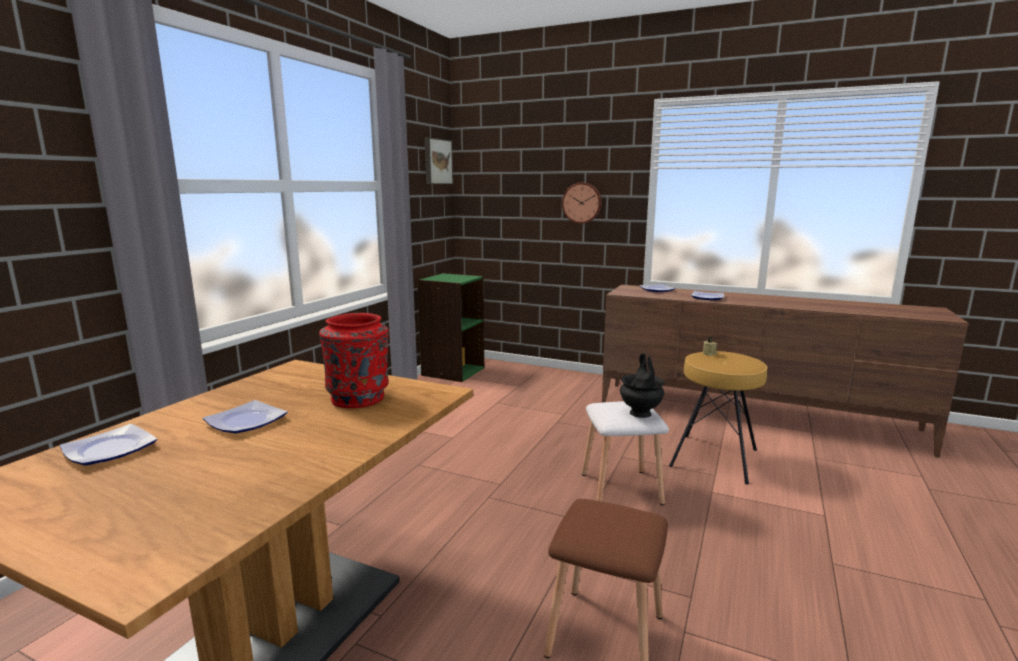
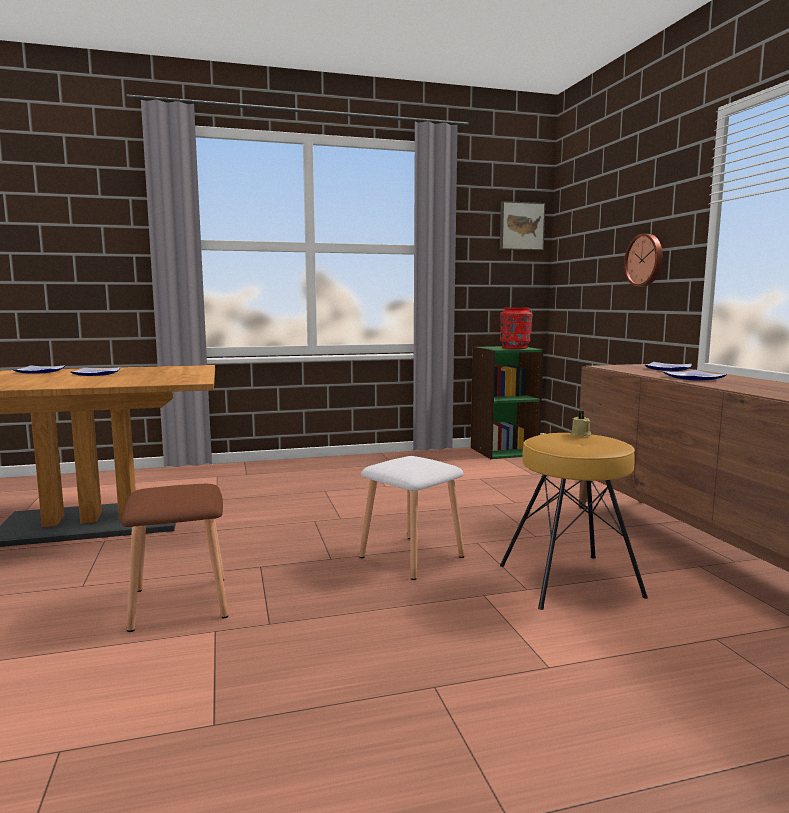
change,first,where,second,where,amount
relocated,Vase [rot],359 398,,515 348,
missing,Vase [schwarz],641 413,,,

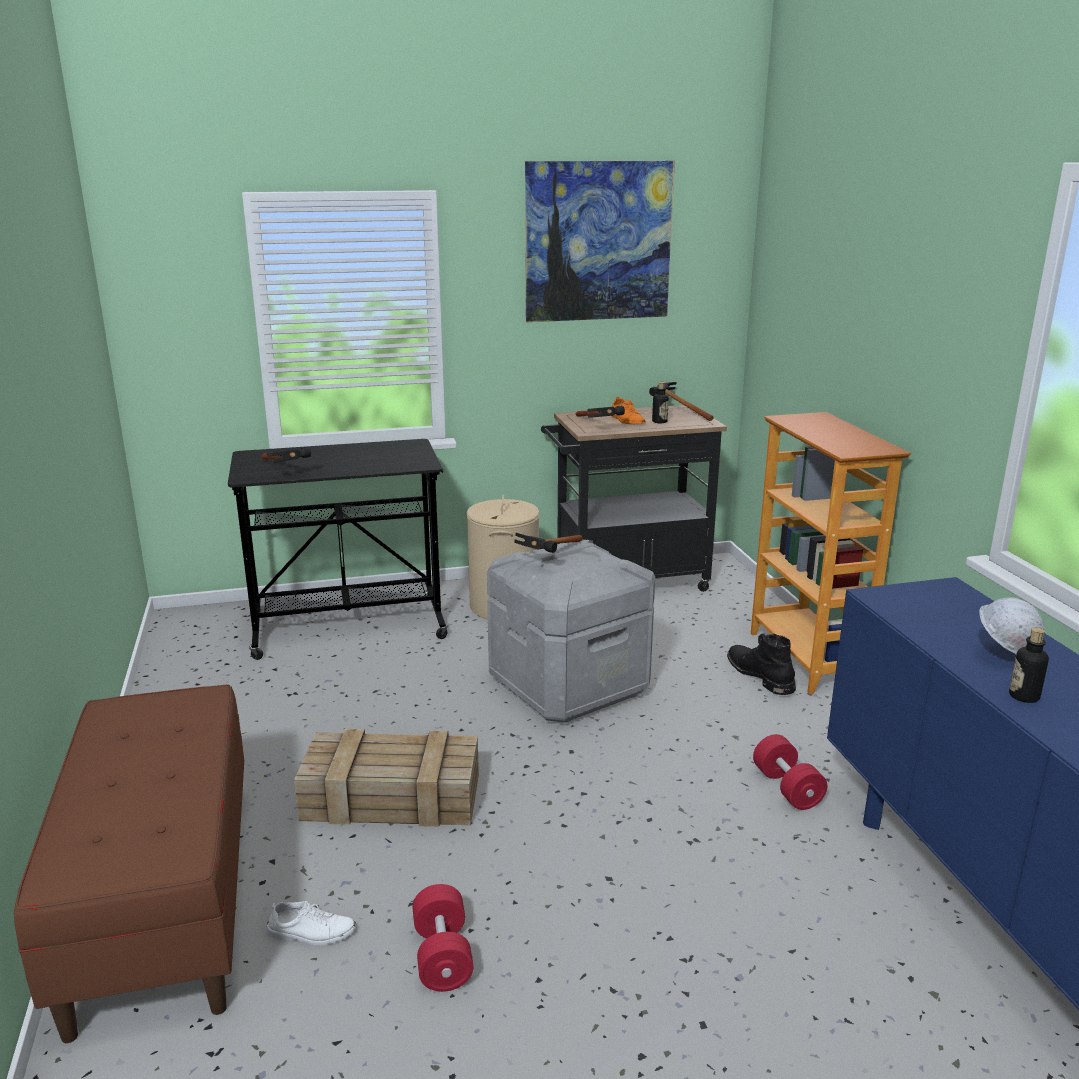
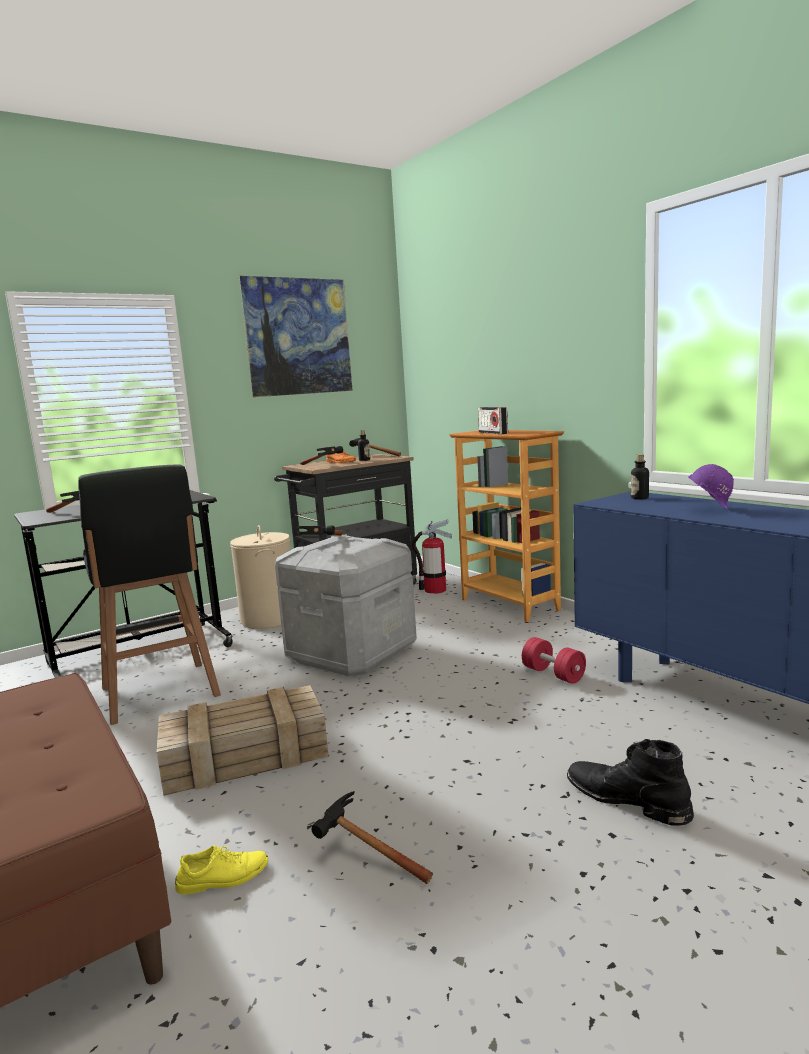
change,first,where,second,where,amount
appeared,,,Hocker [schwarz],160 693,
colour,Schuh [weiß],311 932,Schuh [gelb],223 878,
exchanged,Hantel [rot],442 956,Hammer,363 856,
appeared,,,Feuerlöscher,435 590,
appeared,,,Radio,493 433,
relocated,Stiefel [schwarz],760 675,,626 799,
relocated,Flasche,1024 696,,639 498,
colour,Schutzhelm [weiß],1003 656,Schutzhelm [lila],708 510,

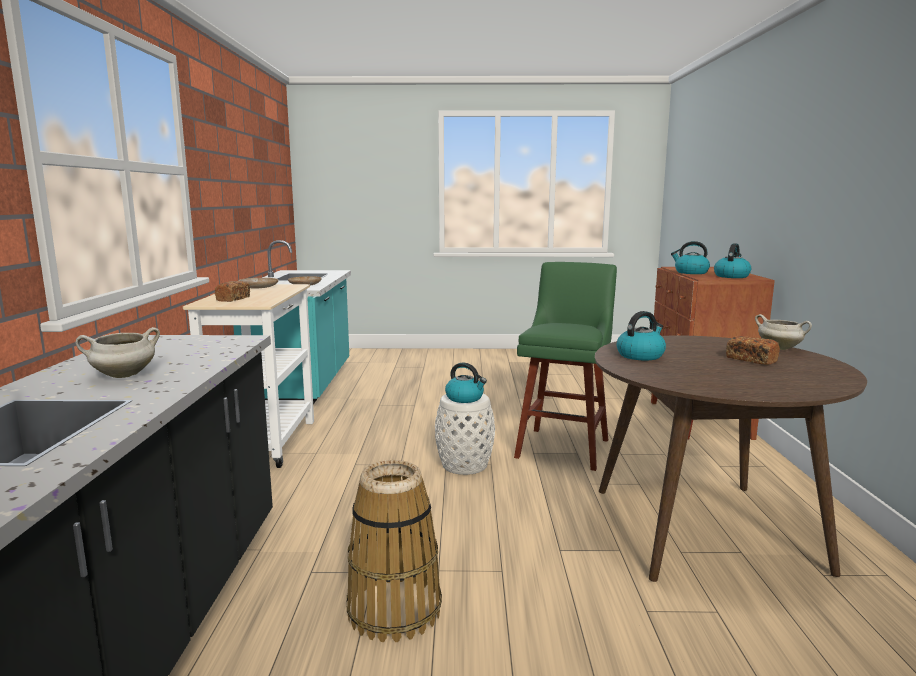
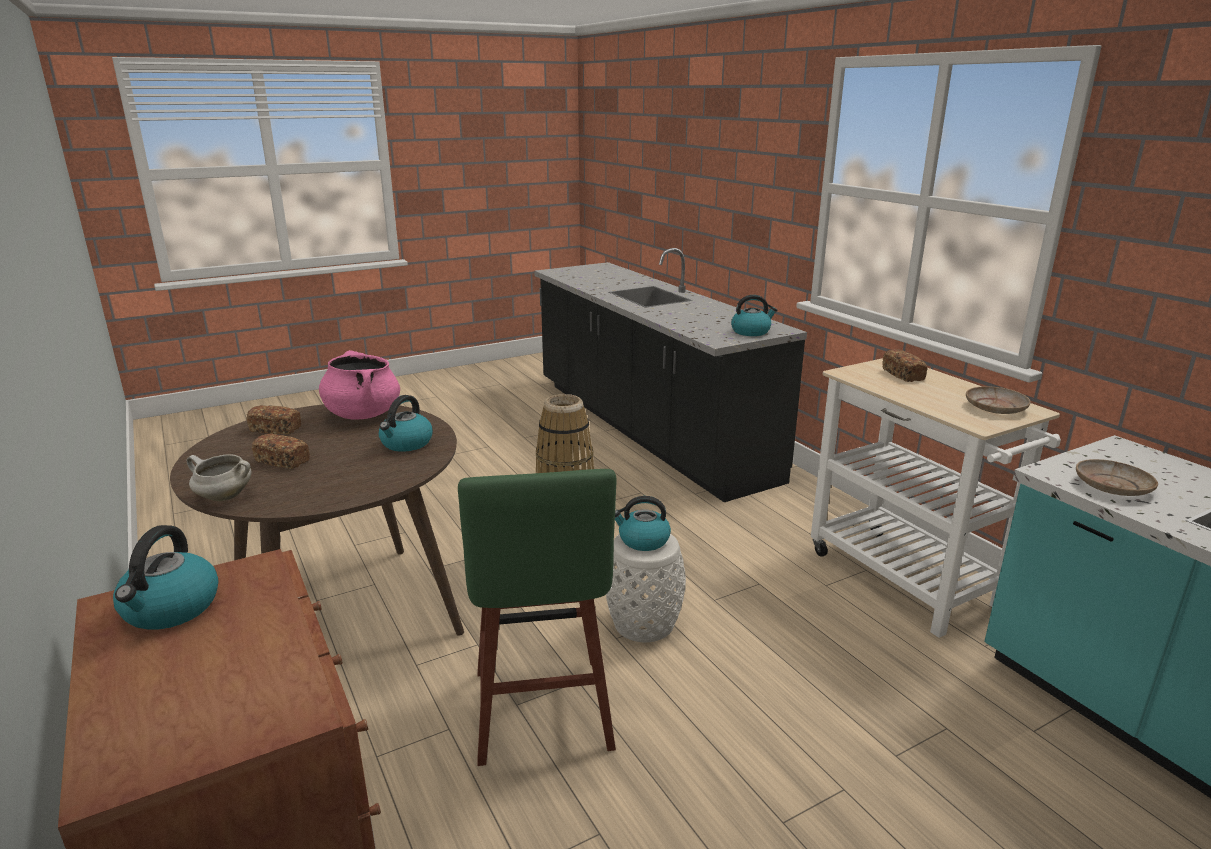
change,first,where,second,where,amount
appeared,,,Brot,276 429,
appeared,,,Kochtopf [rosa],362 414,
relocated,Wasserkessel,690 272,,751 331,
missing,Kochtopf [weiß],123 376,,,

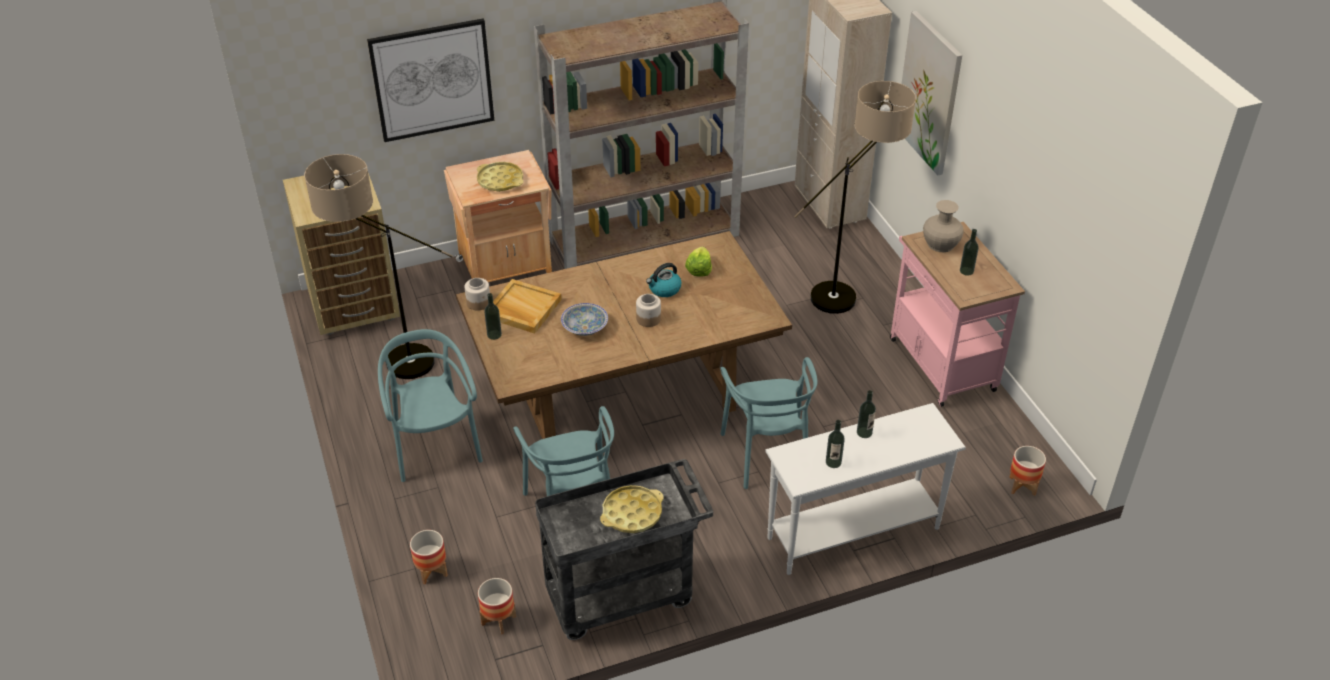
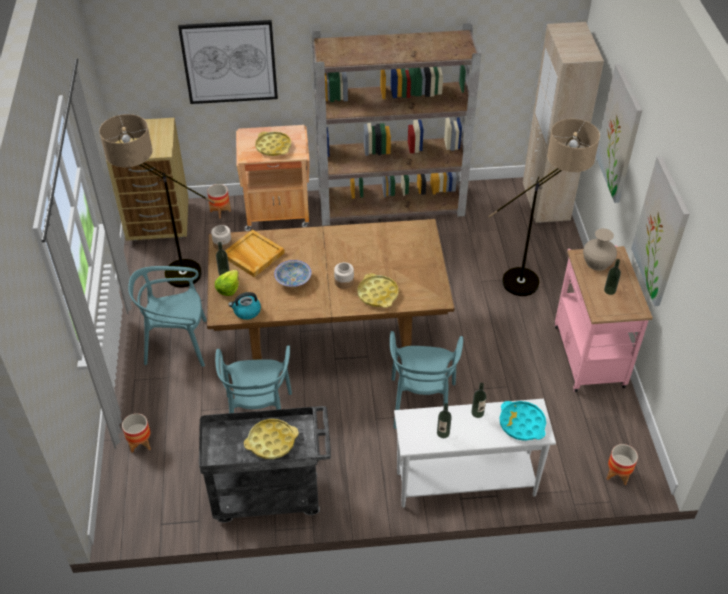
change,first,where,second,where,amount
spun,Stuhl [türkis],434 446,,177 344,90 degrees counterclockwise
relocated,Pflanzkübel,499 620,,220 211,
relocated,Salatkopf,698 269,,228 288,
relocated,Wasserkessel,664 289,,246 311,
appeared,,,Tablett [gelb],377 294,
appeared,,,Tablett [türkis],522 423,
appeared,,,Bild,660 232,

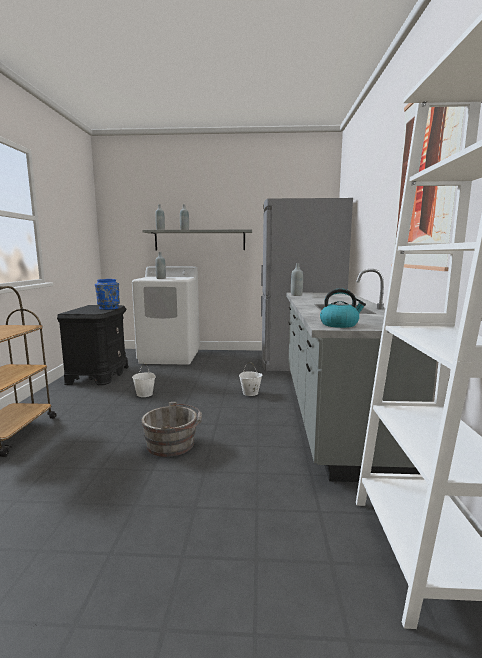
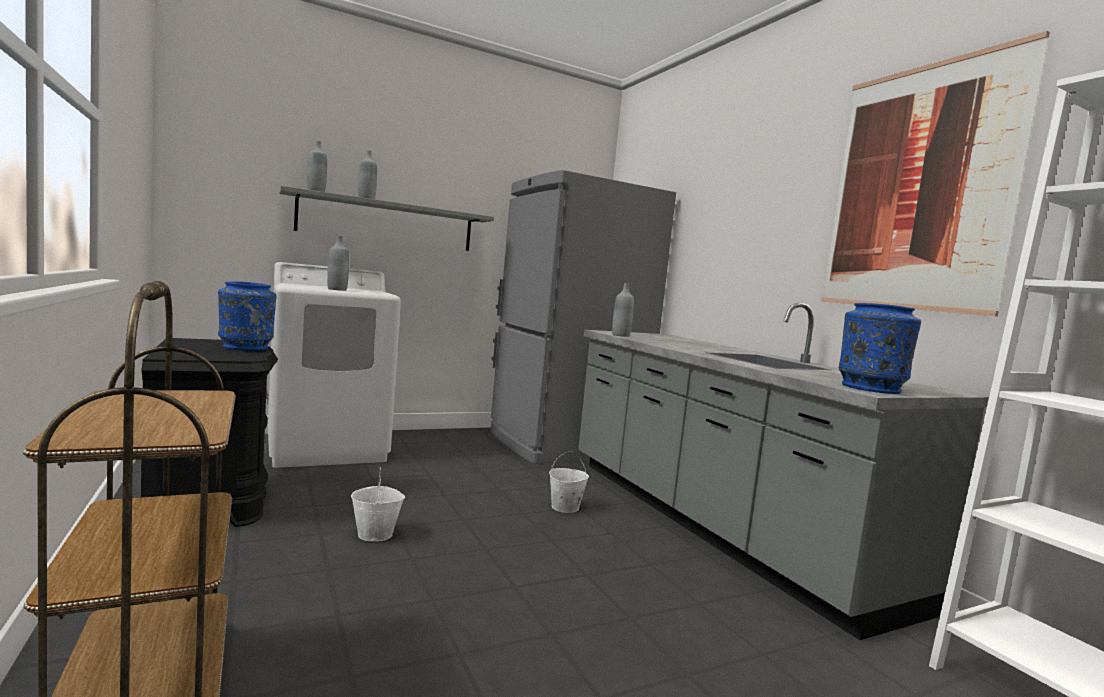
change,first,where,second,where,amount
exchanged,Wasserkessel,339 324,Vase [blau],870 388,
missing,Eimer [grau],173 444,,,

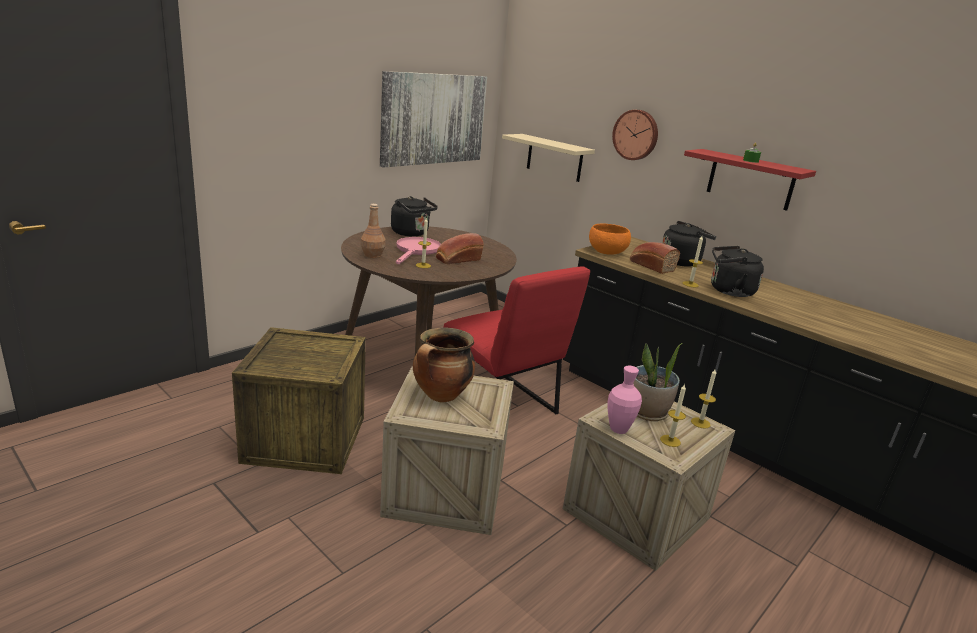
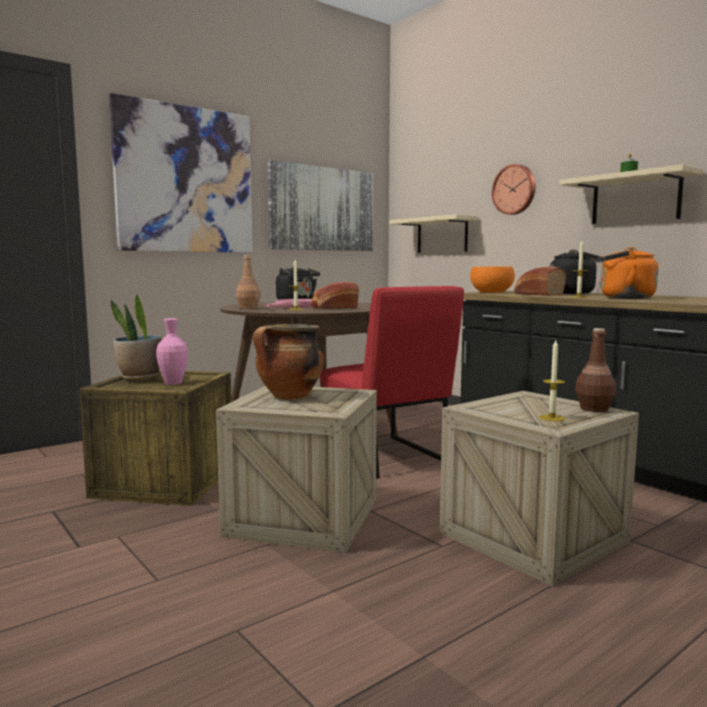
change,first,where,second,where,amount
appeared,,,Bild,185 180,
relocated,Topfpflanze,647 413,,140 378,
relocated,Vase [rosa],618 429,,173 383,
colour,Wandregal [rot],750 180,Wandregal [beige],635 199,
exchanged,Kerze,700 423,Flasche [braun],594 408,
colour,Wasserkessel [schwarz],728 291,Wasserkessel [orange],623 298,

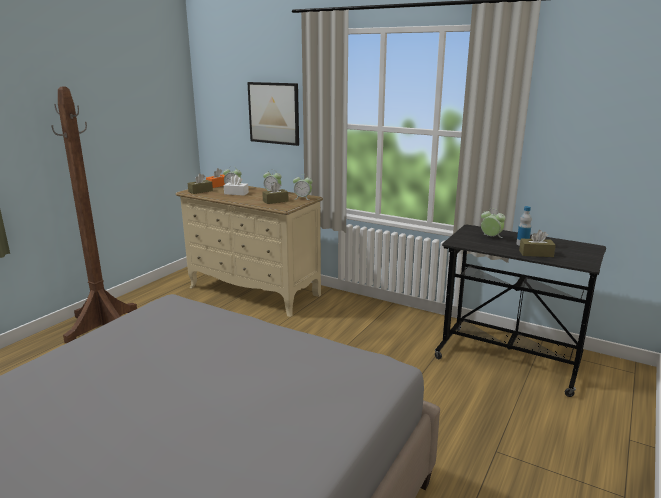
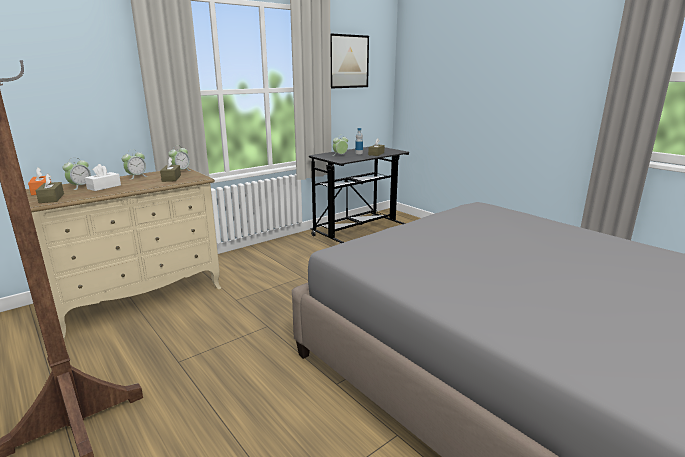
change,first,where,second,where,amount
relocated,Bild,274 113,,348 61,

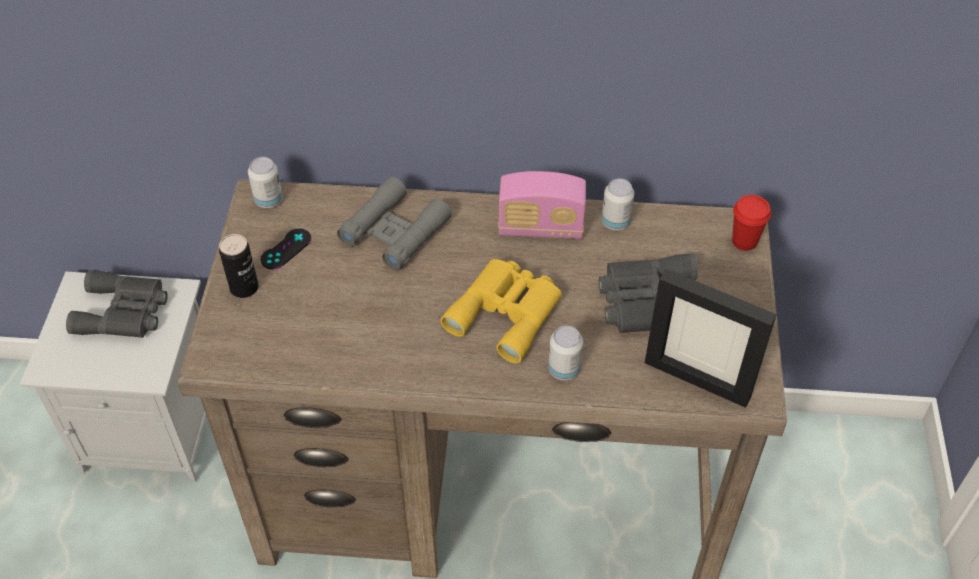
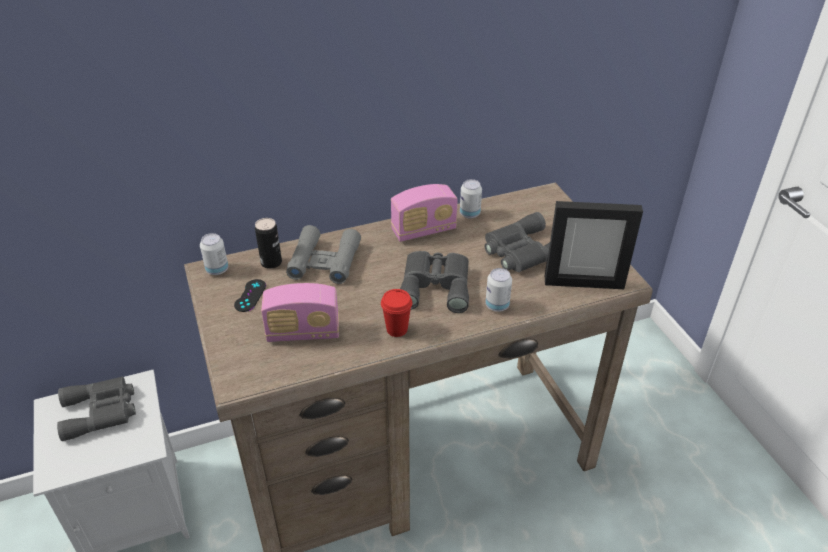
change,first,where,second,where,amount
relocated,Dose,244 288,,271 262,
appeared,,,Radio,303 332,
relocated,Tasse [rot],744 241,,397 329,
colour,Fernglas [gelb],507 312,Fernglas [grau],436 285,

